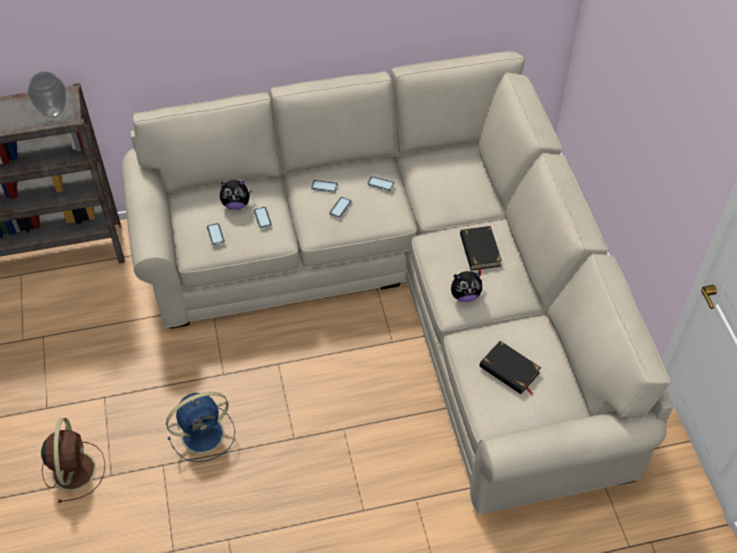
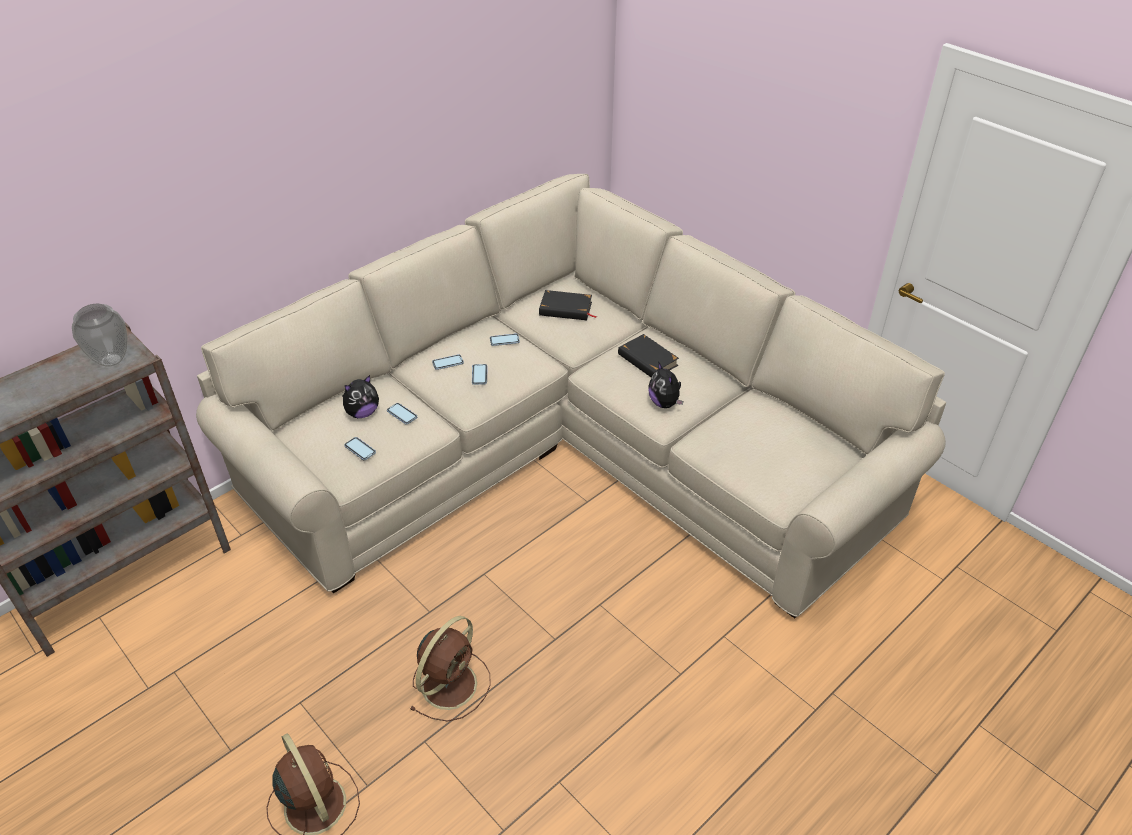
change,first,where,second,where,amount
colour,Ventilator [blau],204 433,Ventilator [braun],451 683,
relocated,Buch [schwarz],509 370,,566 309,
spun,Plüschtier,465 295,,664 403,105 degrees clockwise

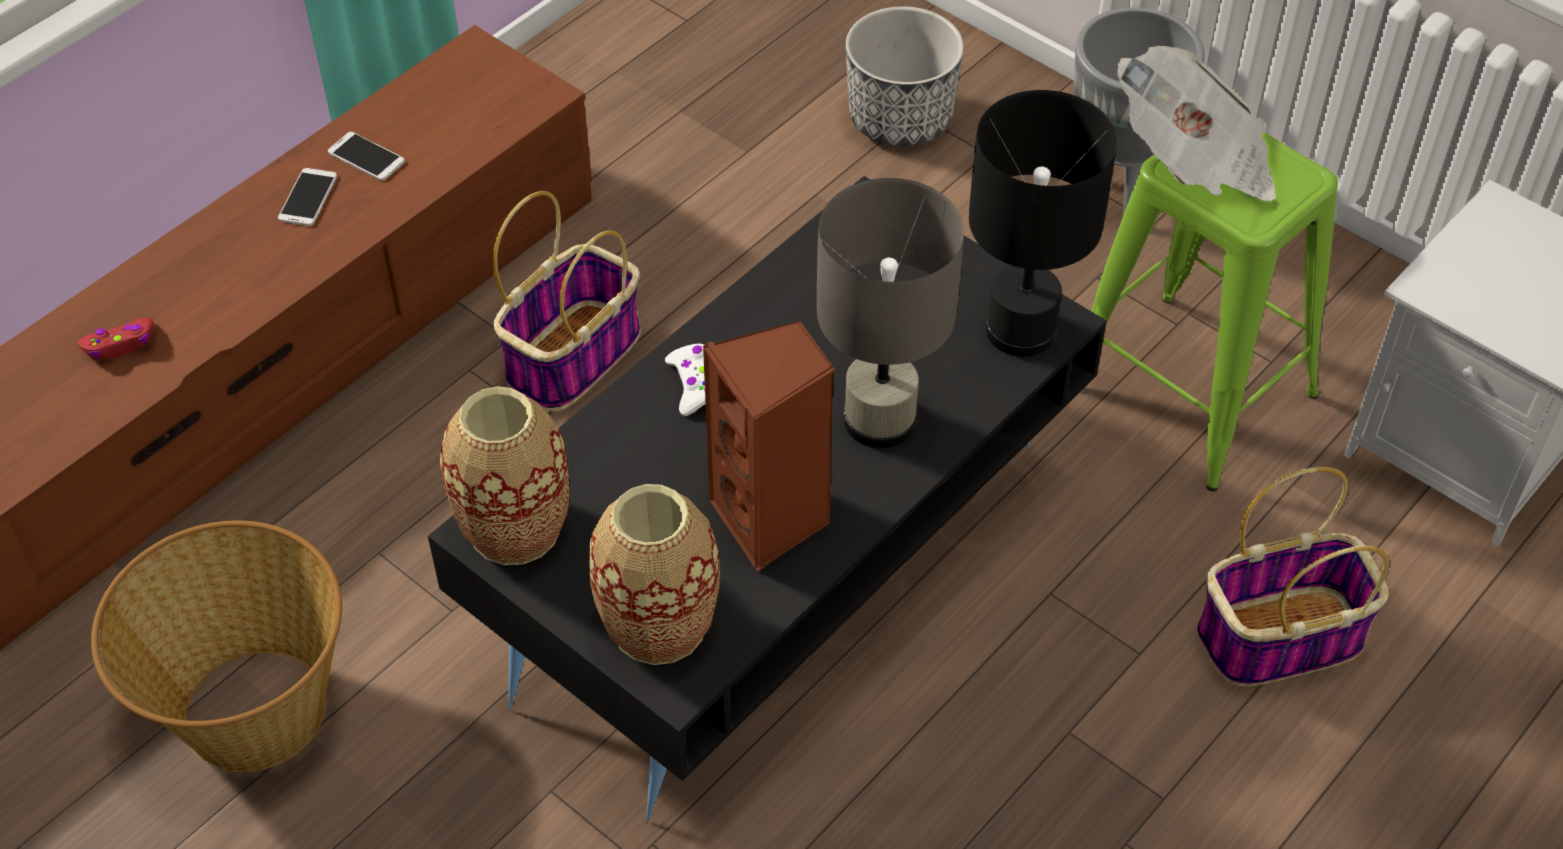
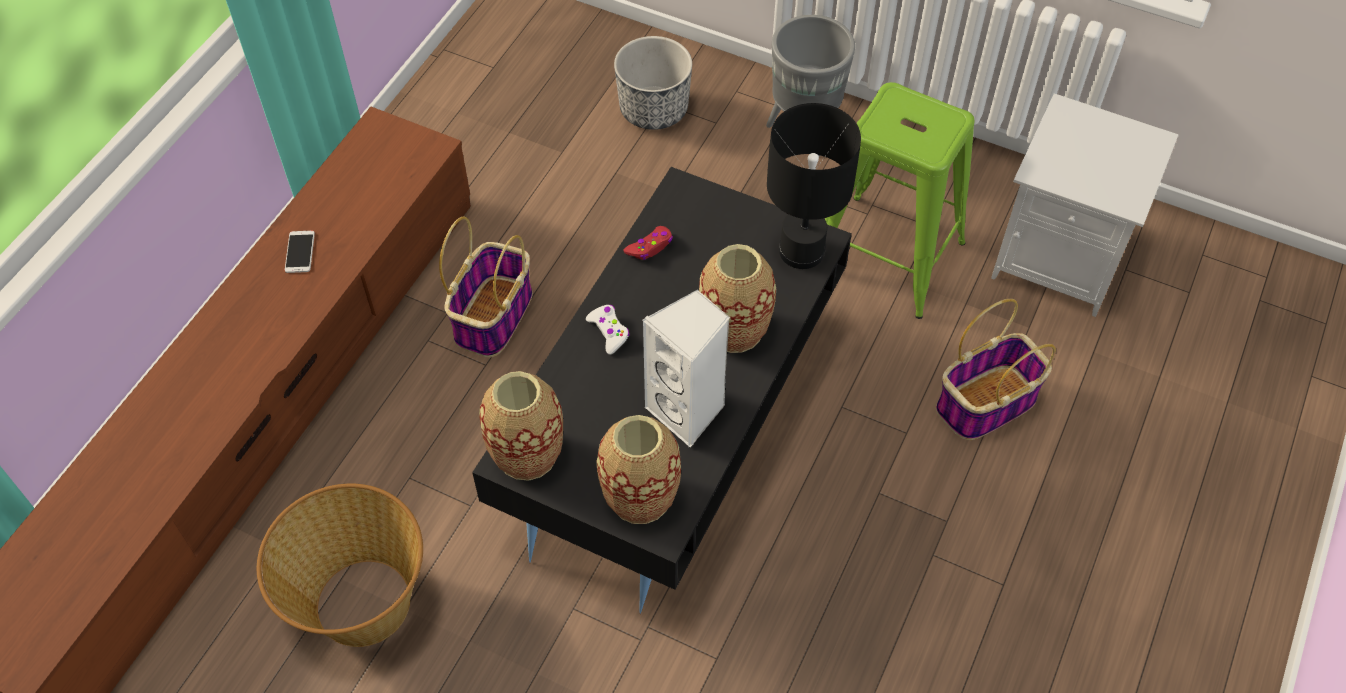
change,first,where,second,where,amount
relocated,Gamepad [rot],120 345,,650 247,
colour,Lautsprecher [braun],772 519,Lautsprecher [weiß],688 411,
exchanged,Tischlampe [grau],881 420,Vase,734 330,
missing,Handy,366 157,,,
missing,Zeitung,1194 161,,,

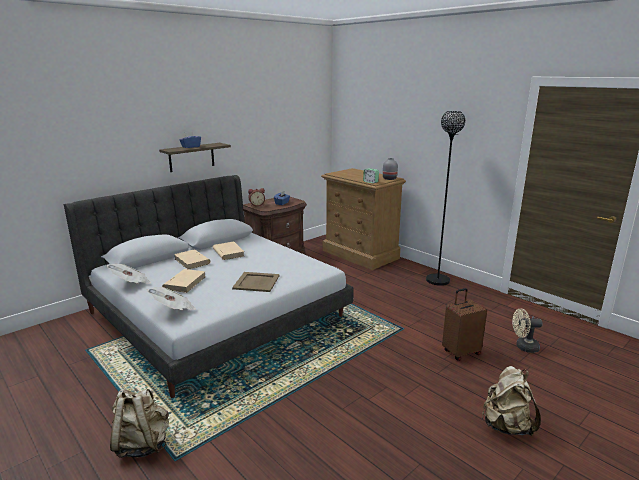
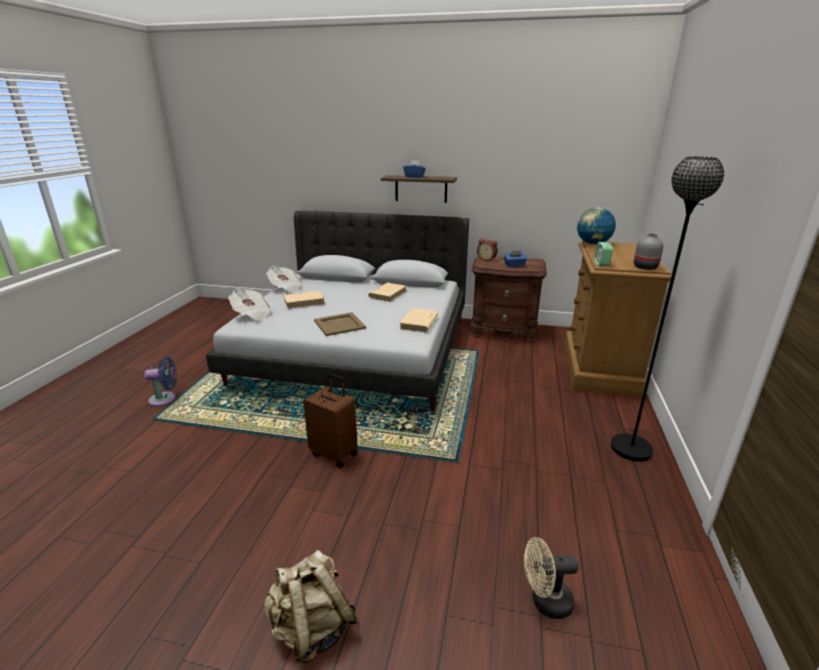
change,first,where,second,where,amount
exchanged,Rucksack [beige],142 444,Ventilator [blau],165 399,
relocated,Koffer [braun],460 352,,335 454,
relocated,Buch [beige],192 261,,419 323,
spun,Ventilator [beige],523 347,,545 602,60 degrees counterclockwise
appeared,,,Globus,593 244,

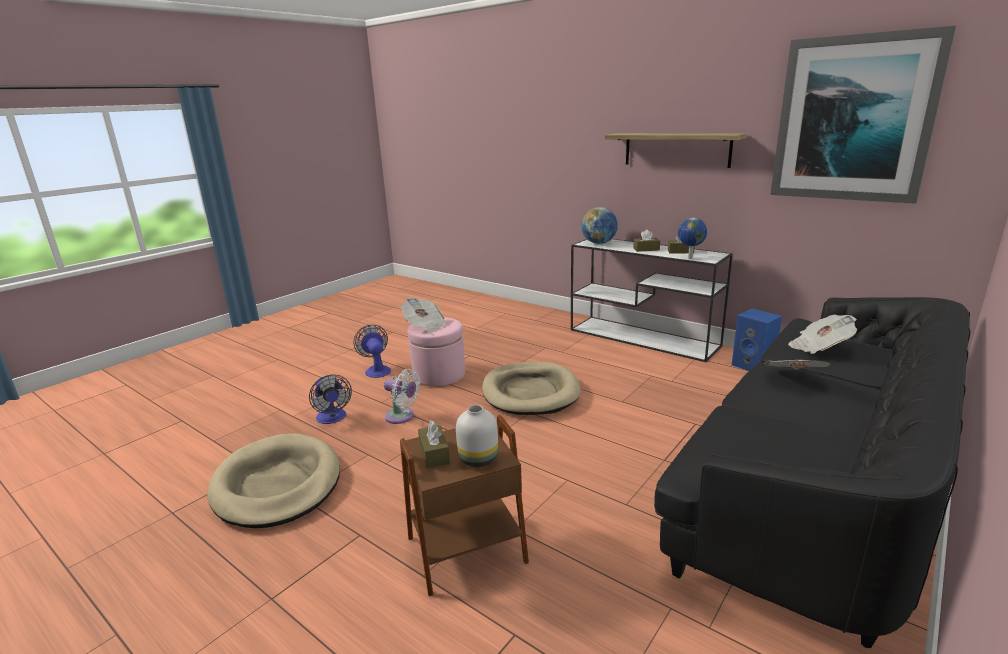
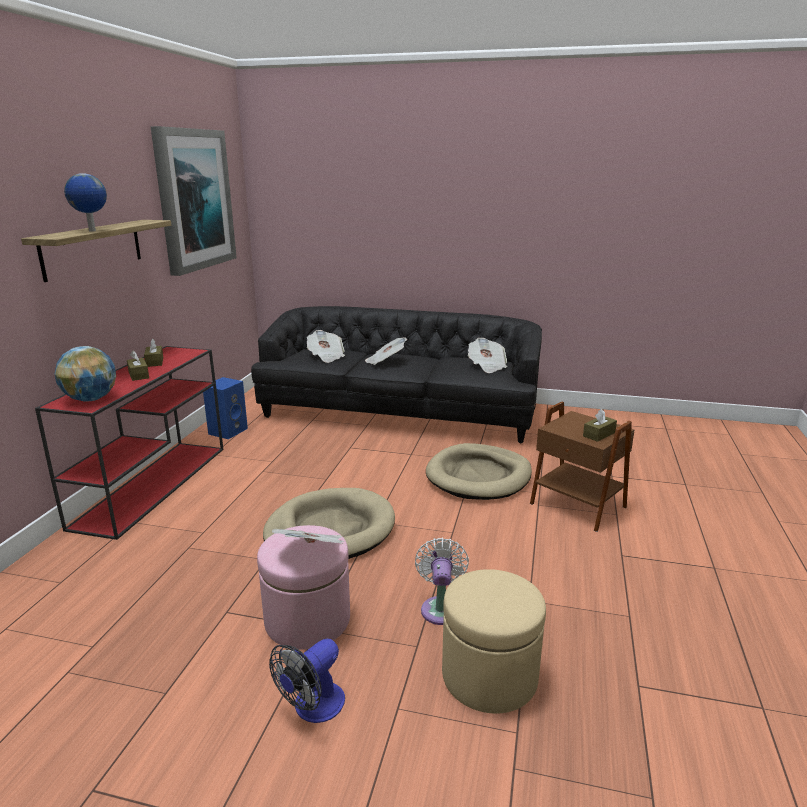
change,first,where,second,where,amount
colour,Konsolentisch [weiß],644 338,Konsolentisch [rot],153 484,
relocated,Globus,689 258,,92 231,
relocated,Hundebett [beige],277 485,,479 476,
exchanged,Ventilator,332 418,Polsterhocker [beige],489 676,
appeared,,,Zeitung,487 366,
missing,Vase [weiß],477 459,,,

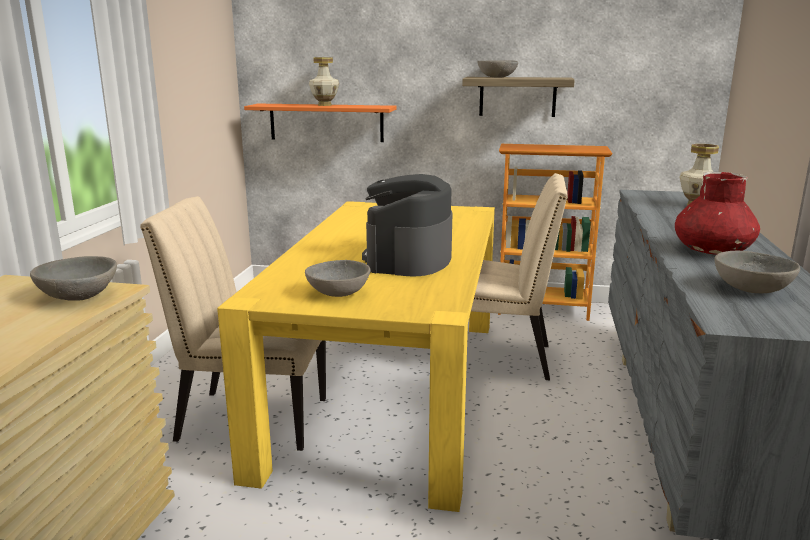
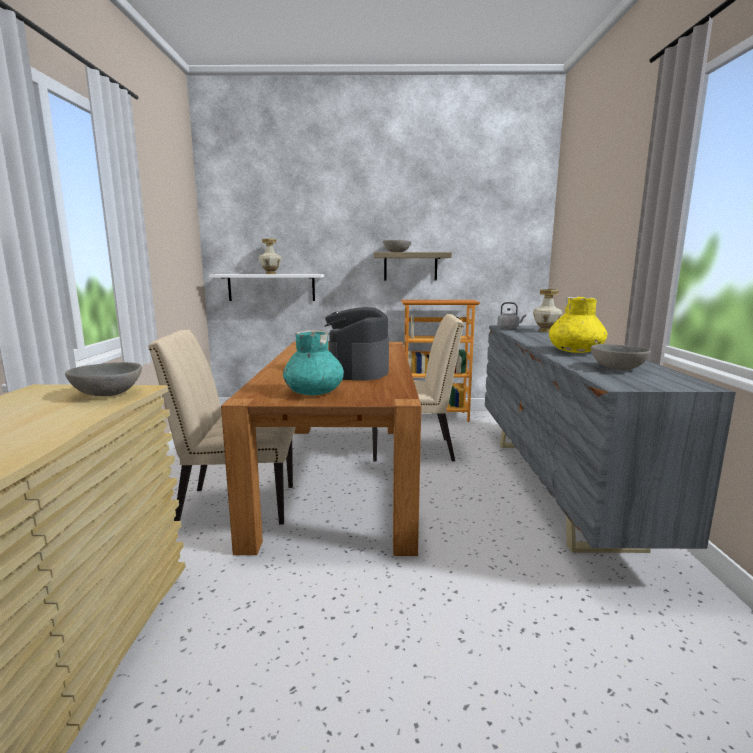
change,first,where,second,where,amount
colour,Wandregal [orange],326 122,Wandregal [weiß],271 287,
colour,Esstisch [gelb],390 388,Esstisch [braun],340 474,
exchanged,Schüssel [grau],338 293,Vase [türkis],314 392,
appeared,,,Wasserkessel [grau],509 328,
colour,Vase [rot],712 251,Vase [gelb],575 352,

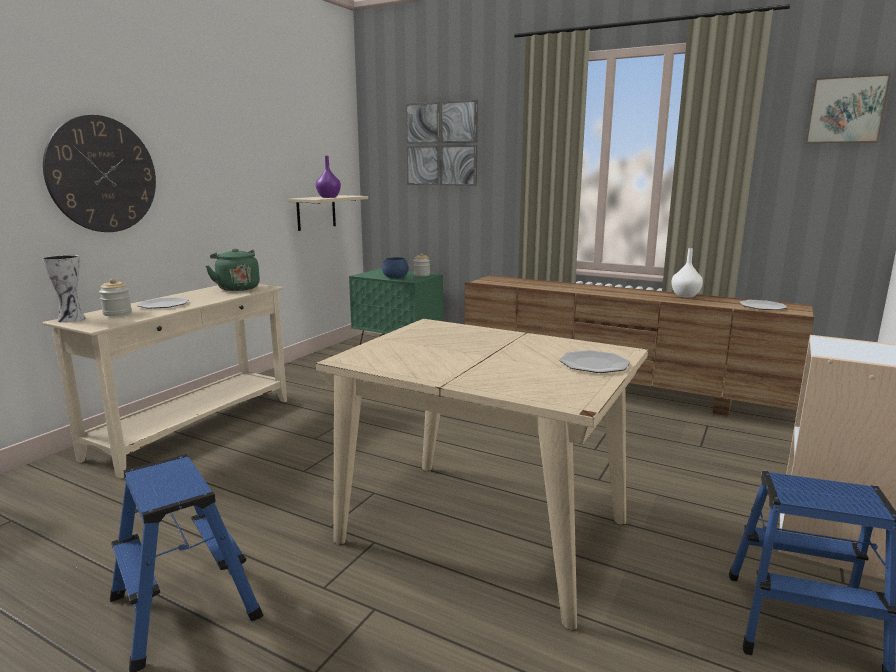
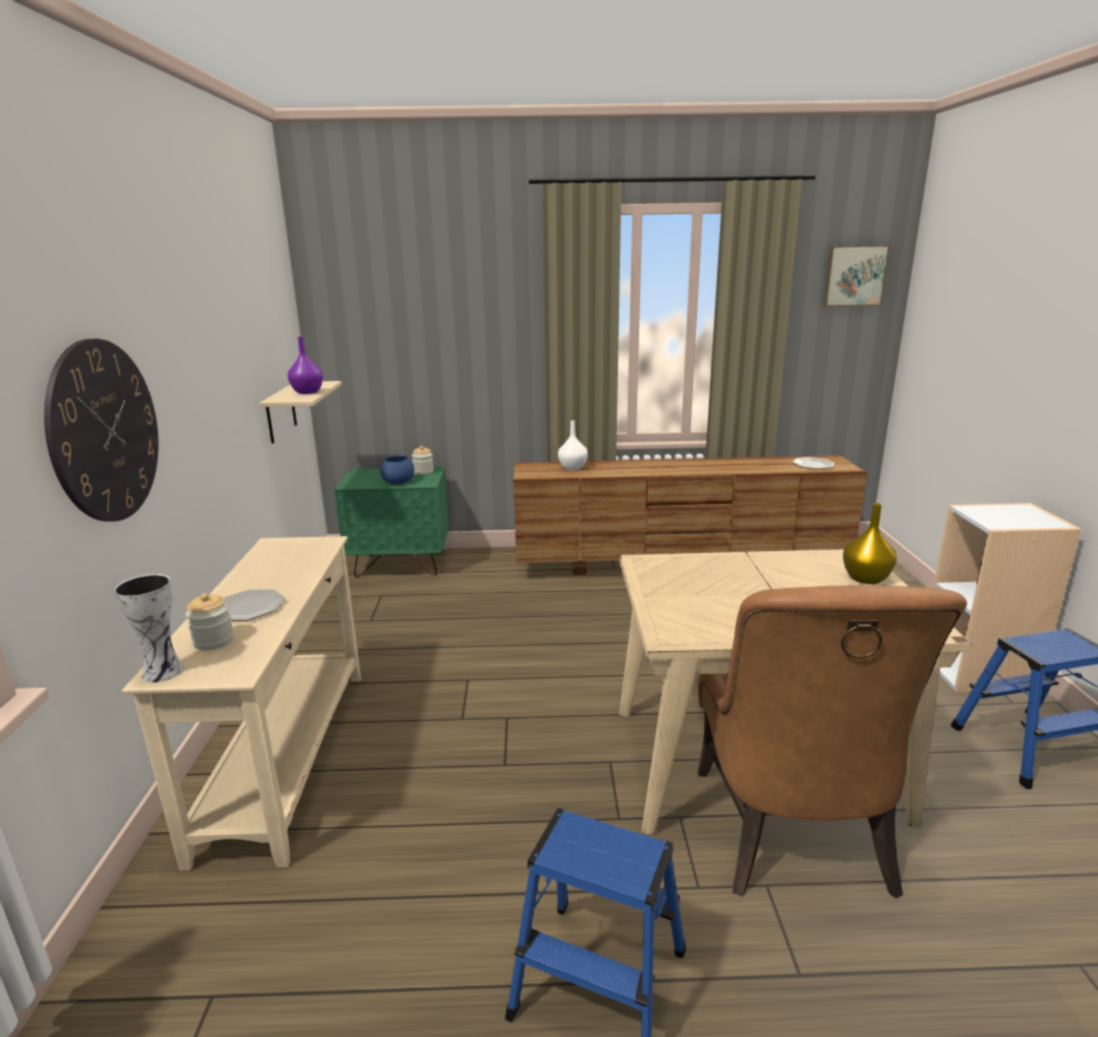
change,first,where,second,where,amount
relocated,Vase [weiß],684 295,,572 468,
appeared,,,Stuhl [braun],793 831,
exchanged,Teller,593 364,Vase [gelb],865 579,
missing,Wasserkessel [grün],237 288,,,
missing,Bild,441 144,,,

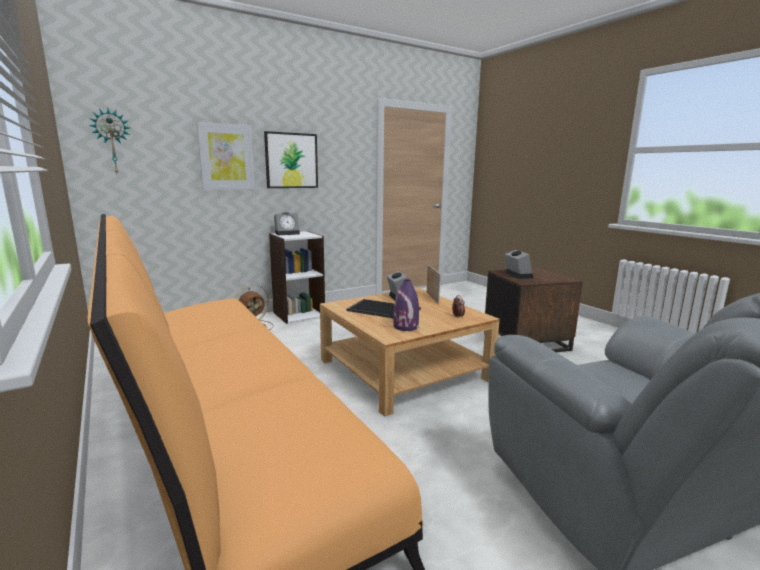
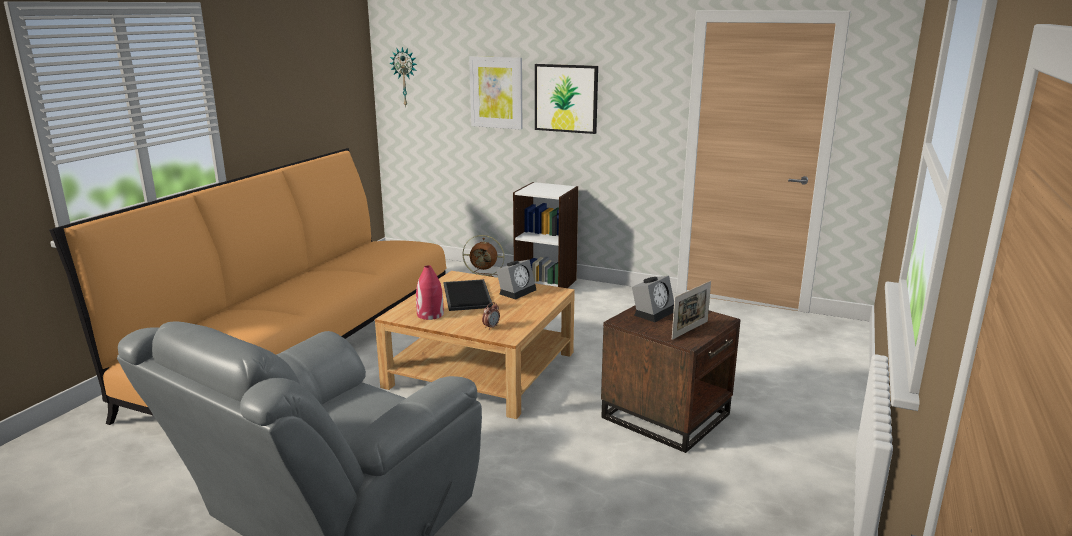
change,first,where,second,where,amount
colour,Vase [lila],406 326,Vase [rot],430 314,
relocated,Bilderrahmen,432 298,,690 330,
missing,Wecker,287 233,,,

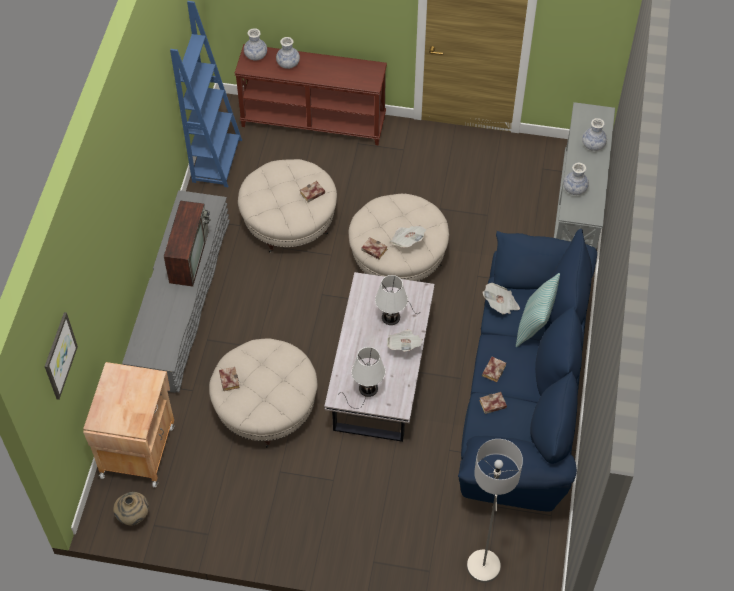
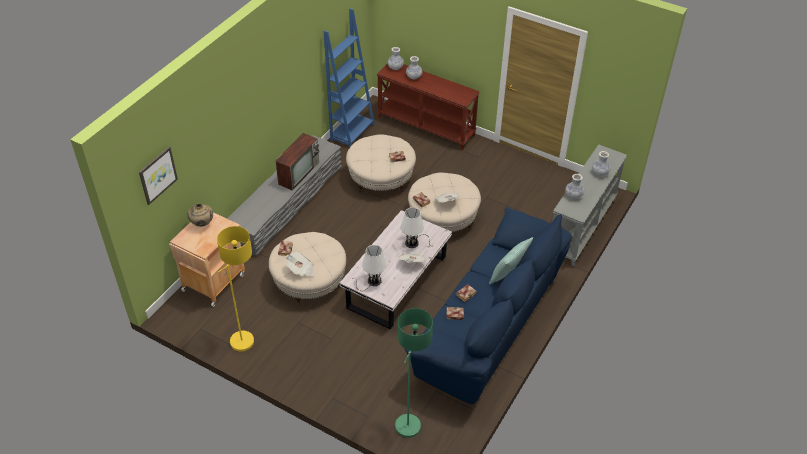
change,first,where,second,where,amount
relocated,Vase [beige],133 516,,202 224,
appeared,,,Stehlampe [gelb],247 337,
relocated,Zeitung,500 305,,301 270,
colour,Stehlampe [grau],483 557,Stehlampe [grün],410 420,

